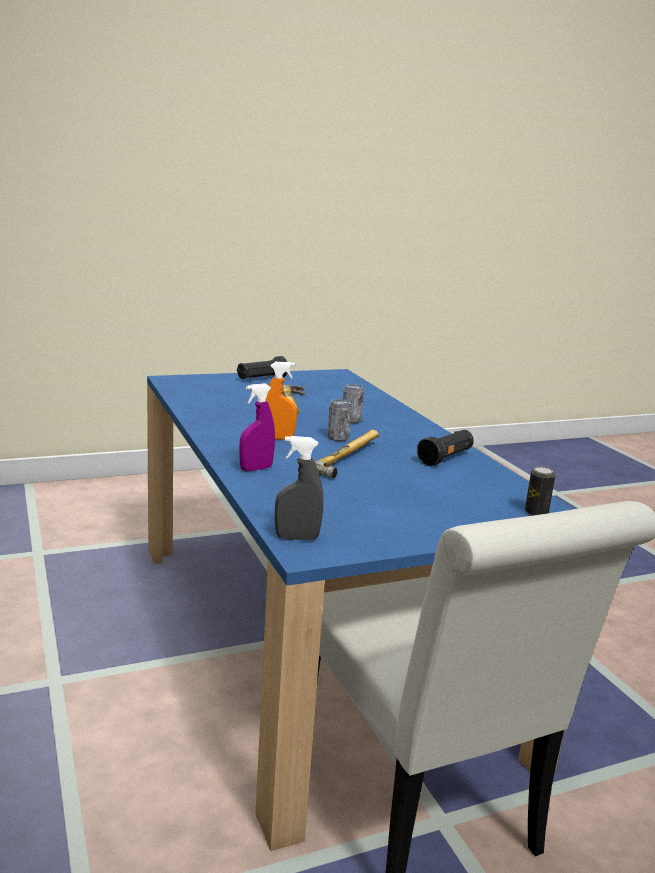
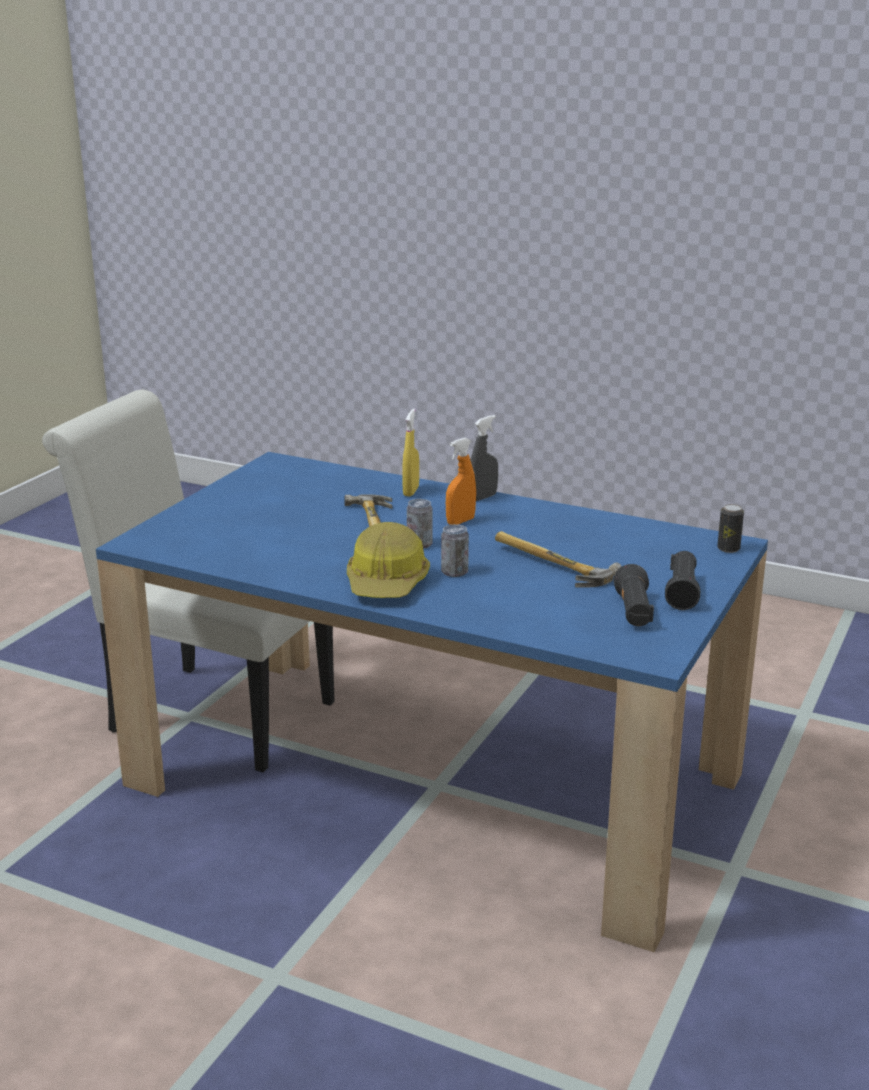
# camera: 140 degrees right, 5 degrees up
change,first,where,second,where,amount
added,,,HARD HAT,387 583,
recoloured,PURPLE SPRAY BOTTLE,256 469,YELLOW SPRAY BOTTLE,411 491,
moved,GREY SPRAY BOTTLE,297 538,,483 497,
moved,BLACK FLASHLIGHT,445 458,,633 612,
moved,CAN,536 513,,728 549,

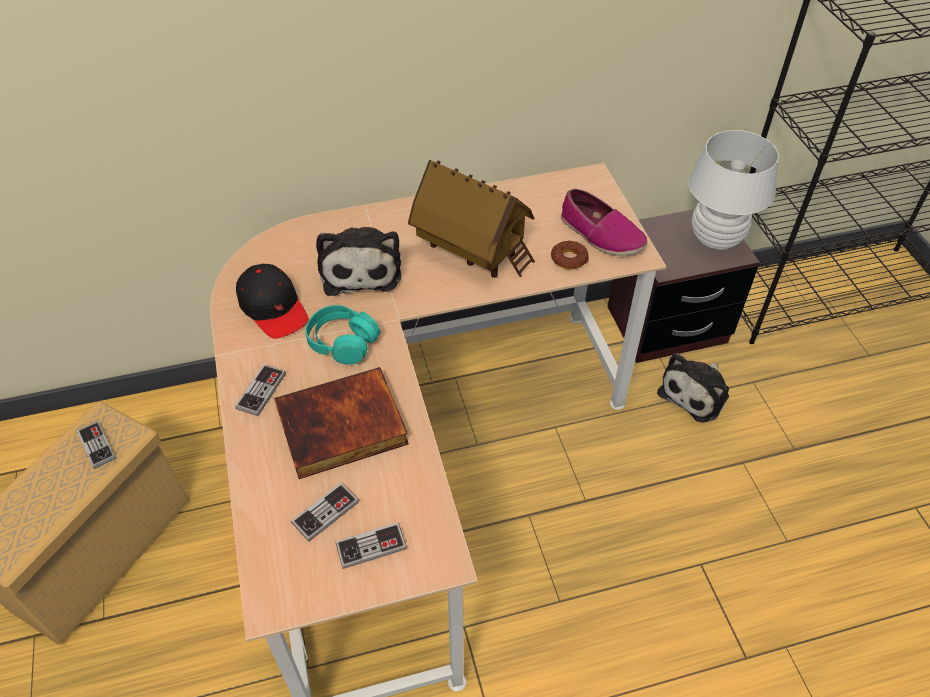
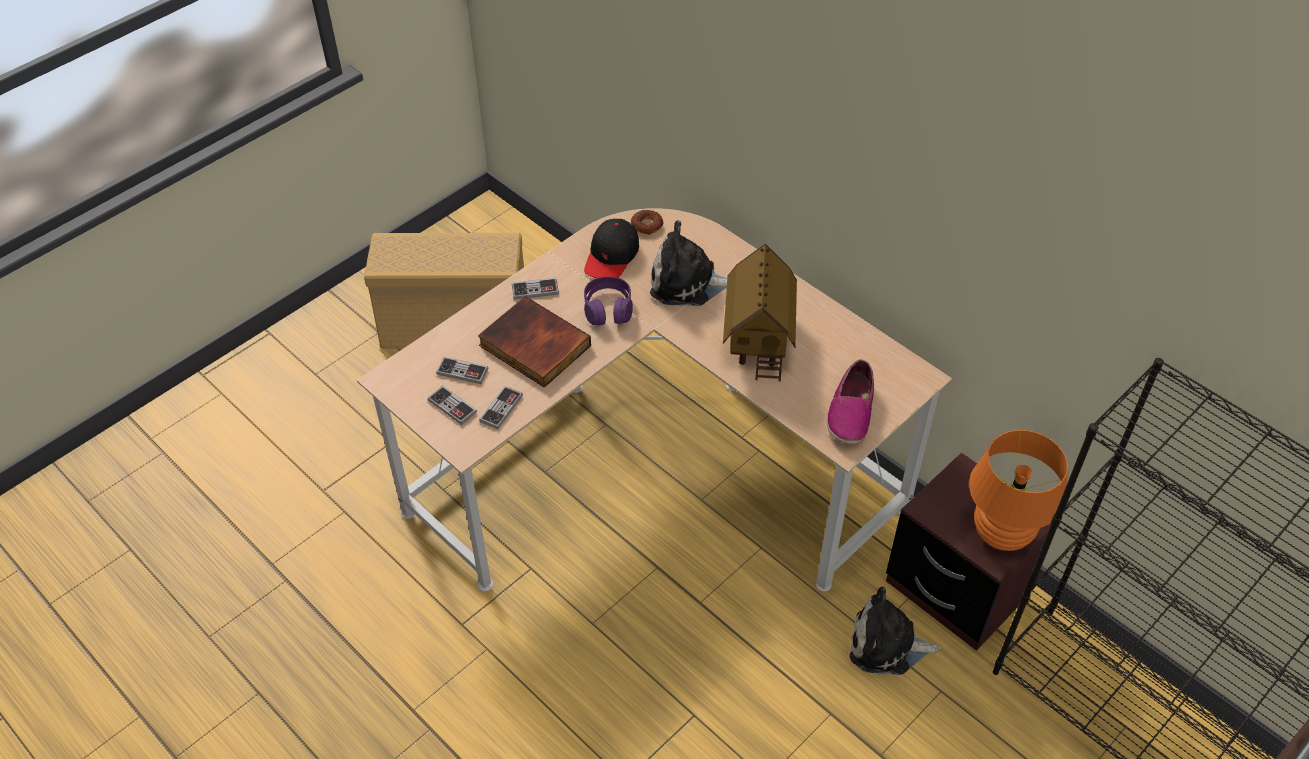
# camera: 60 degrees right, 0 degrees up
change,first,where,second,where,amount
moved,GAME CONTROLLER,96 445,,501 408,
recoloured,TURQUOISE HEADPHONES,342 342,PURPLE HEADPHONES,608 309,
moved,DONUT,569 259,,647 225,
turned,PLUSH TOY,361 268,,687 283,45 degrees clockwise
recoloured,WHITE TABLE LAMP,715 239,ORANGE TABLE LAMP,1002 534,

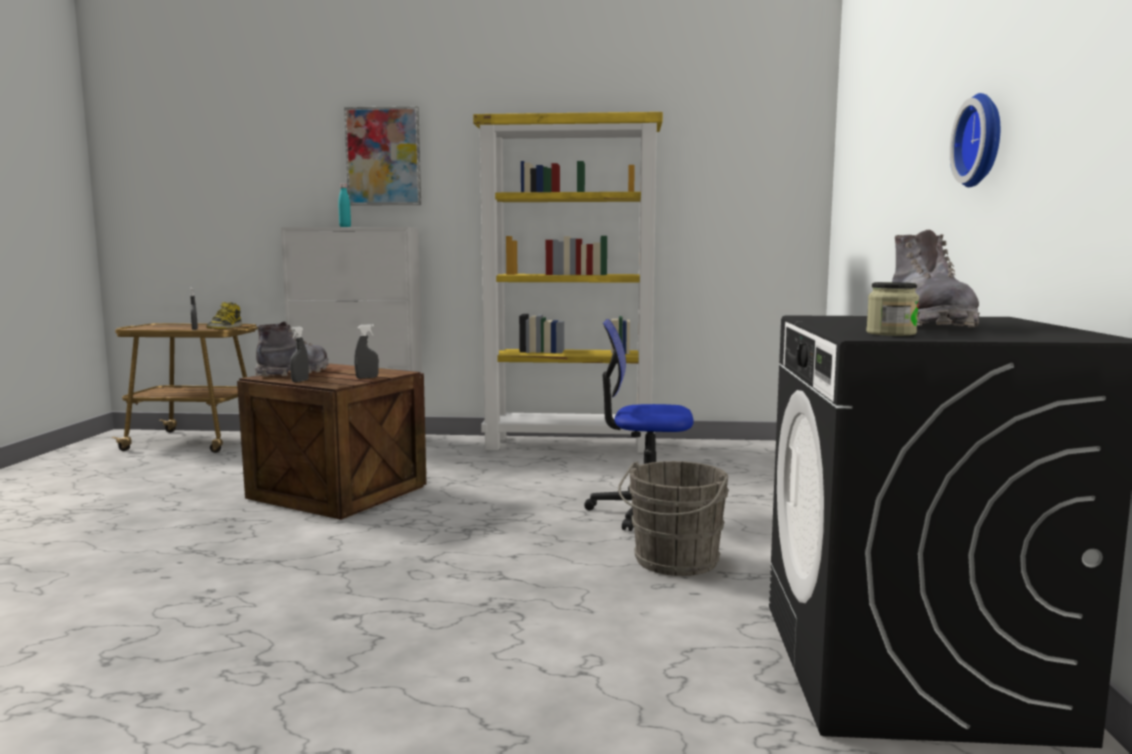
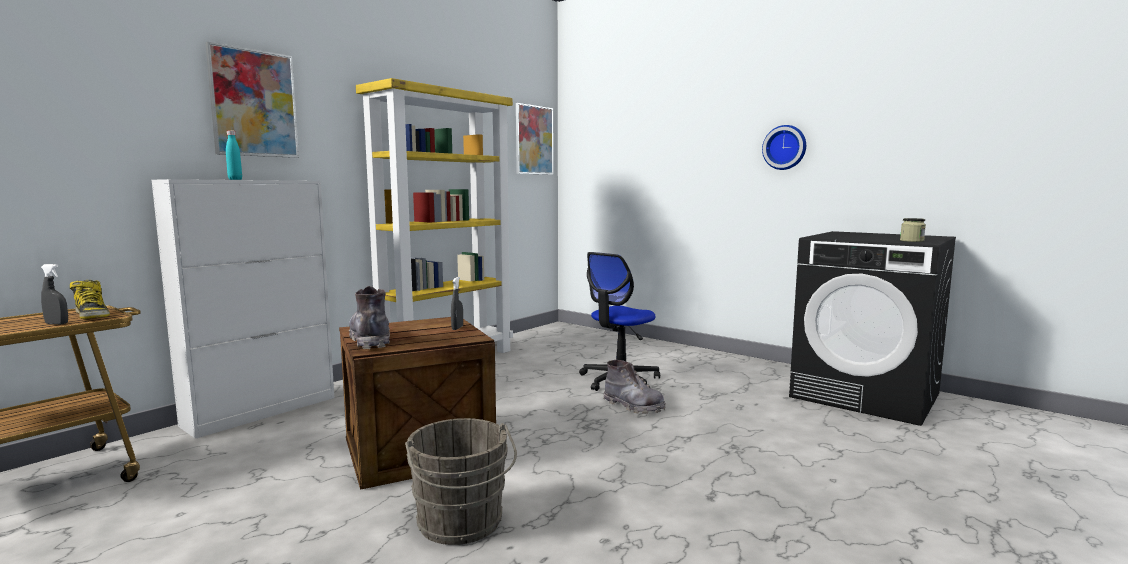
# camera: 55 degrees left, 0 degrees up
change,first,where,second,where,amount
moved,GREY BUCKET,674 562,,461 524,
added,,,PICTURE,534 140,
moved,GREY BOOT,927 325,,633 406,
removed,GREY SPRAY BOTTLE,300 381,,,

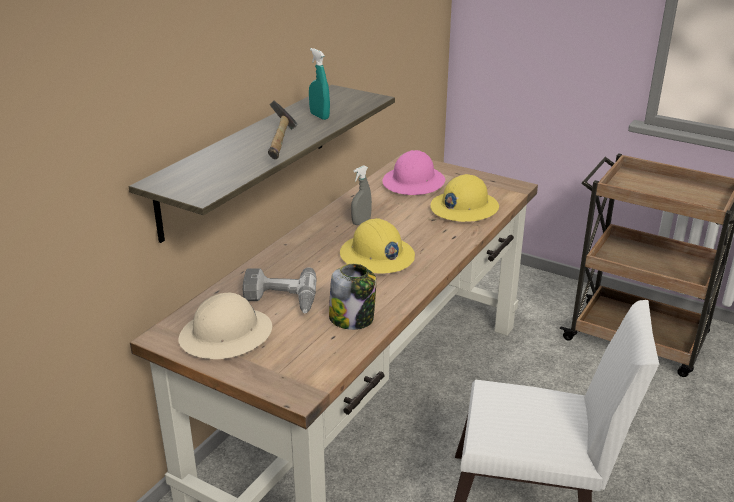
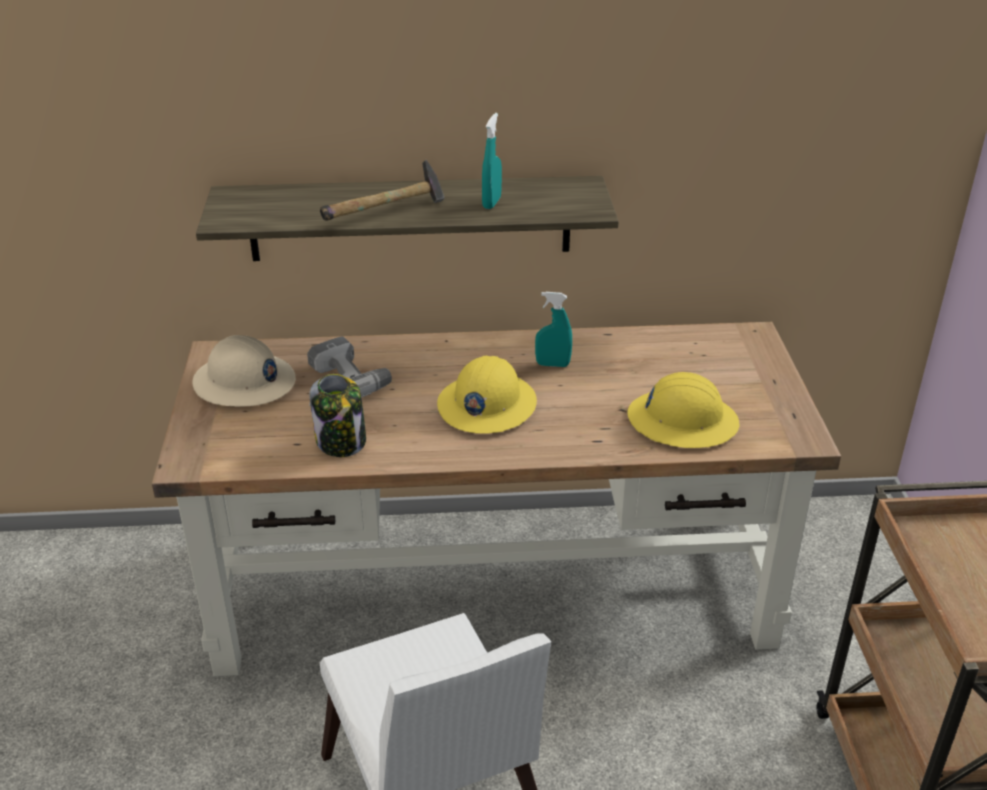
# camera: 55 degrees right, 5 degrees up
change,first,where,second,where,amount
recoloured,GREY SPRAY BOTTLE,361 221,TURQUOISE SPRAY BOTTLE,552 364,
removed,PINK HARD HAT,414 182,,,

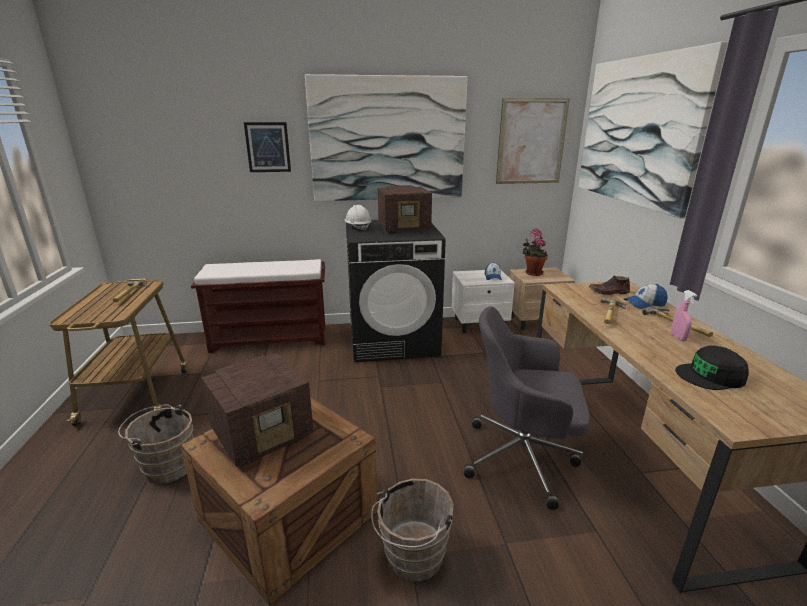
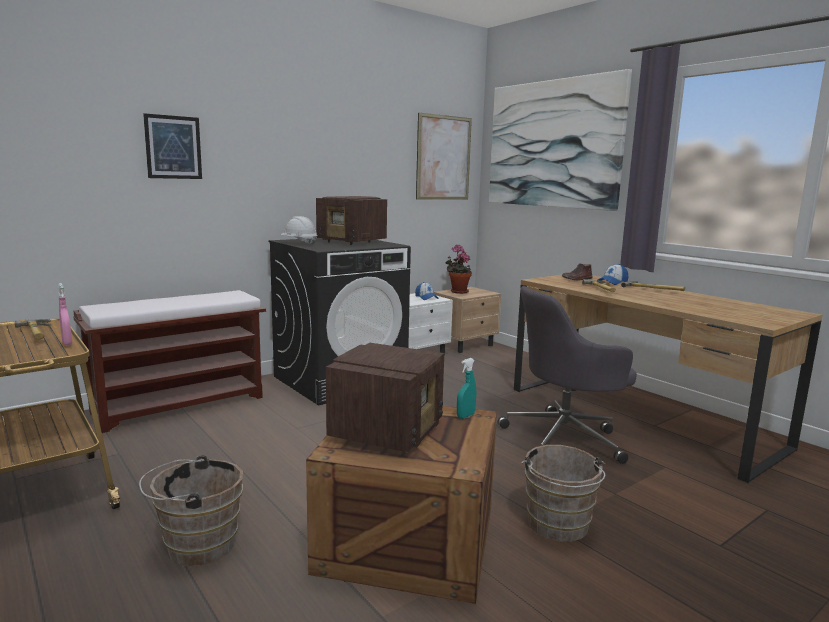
# camera: 30 degrees left, 10 degrees down
change,first,where,second,where,amount
moved,PINK SPRAY BOTTLE,678 337,,67 343,
turned,RADIO,405 228,,352 242,75 degrees clockwise
added,,,TURQUOISE SPRAY BOTTLE,465 416,
removed,PICTURE,388 140,,,
removed,BLACK CAP,710 376,,,

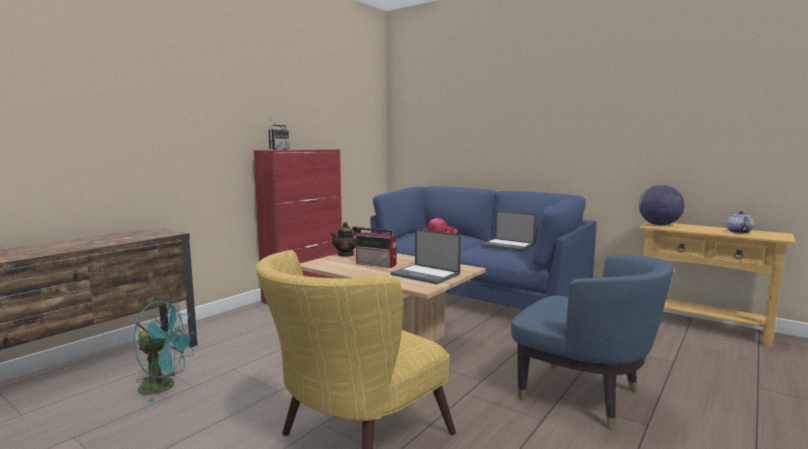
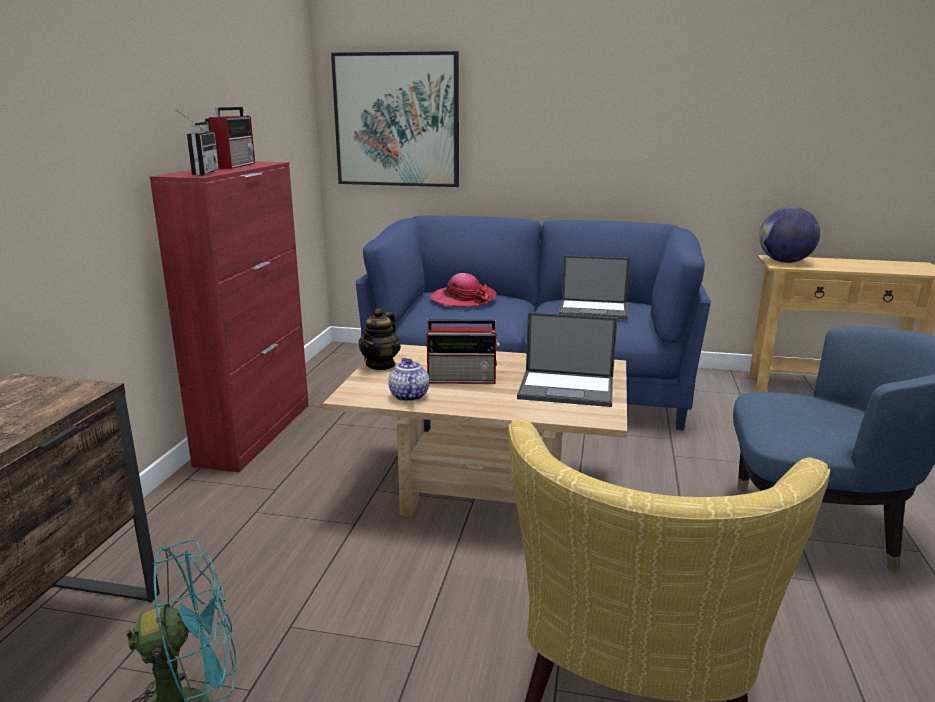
# camera: 25 degrees left, 10 degrees up
change,first,where,second,where,amount
added,,,RADIO,235 165,
added,,,PICTURE,397 120,
moved,TEAPOT,738 232,,408 396,

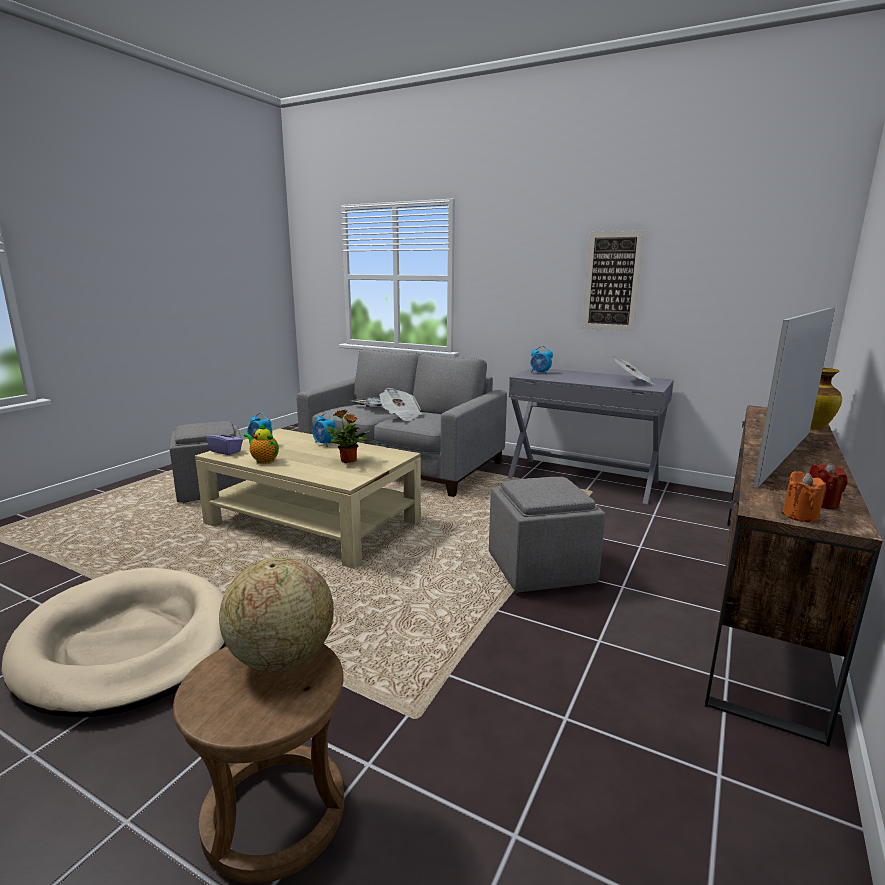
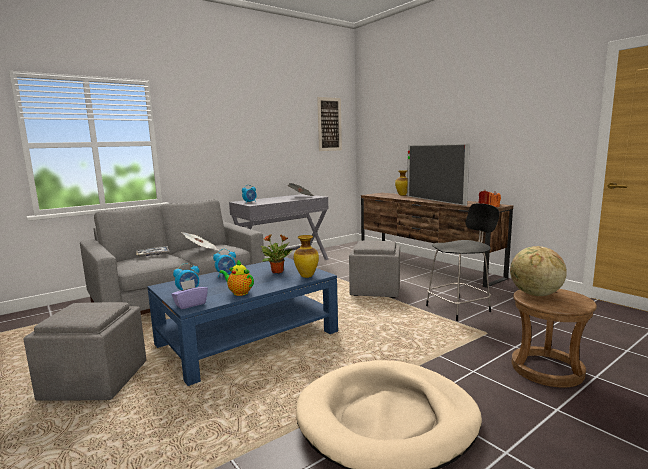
# camera: 65 degrees left, 5 degrees down
change,first,where,second,where,amount
recoloured,BEIGE COFFEE TABLE,314 522,BLUE COFFEE TABLE,248 338,
turned,TEAPOT,263 460,,239 293,60 degrees clockwise
added,,,VASE,306 276,
moved,PICTURE,611 281,,329 124,
added,,,BLACK STOOL,459 308,

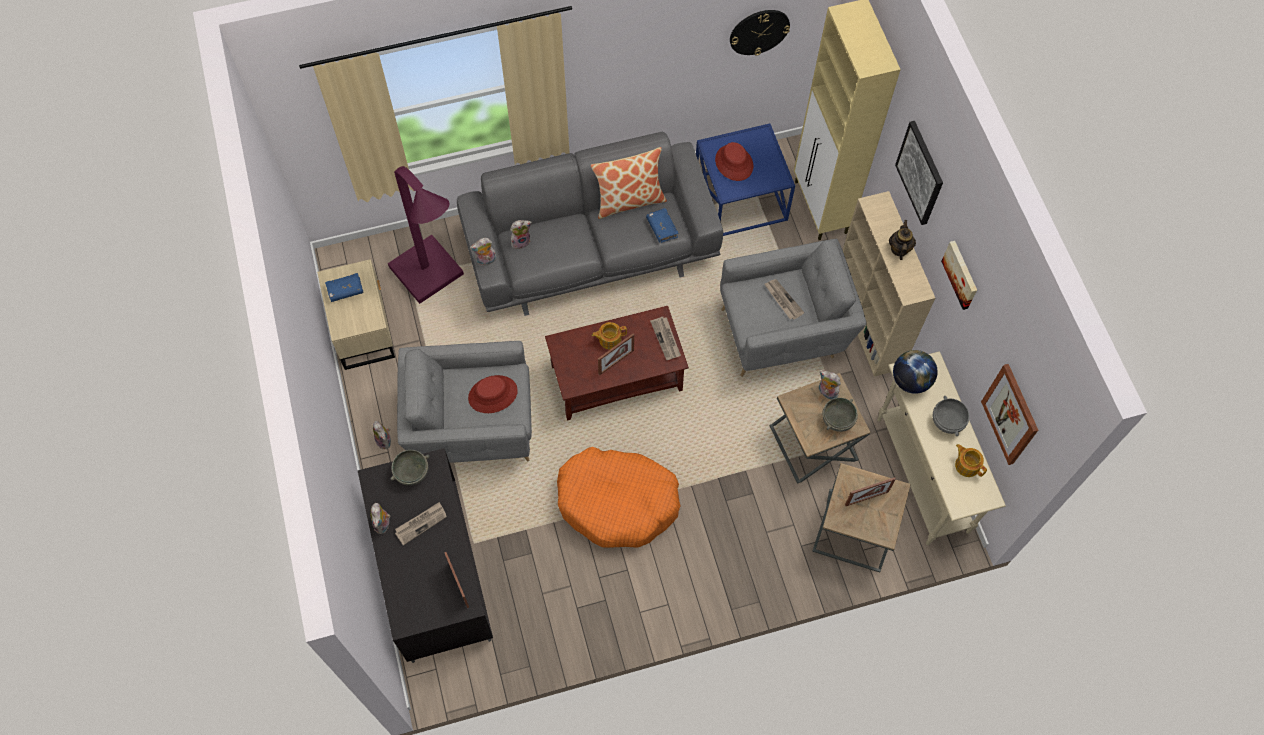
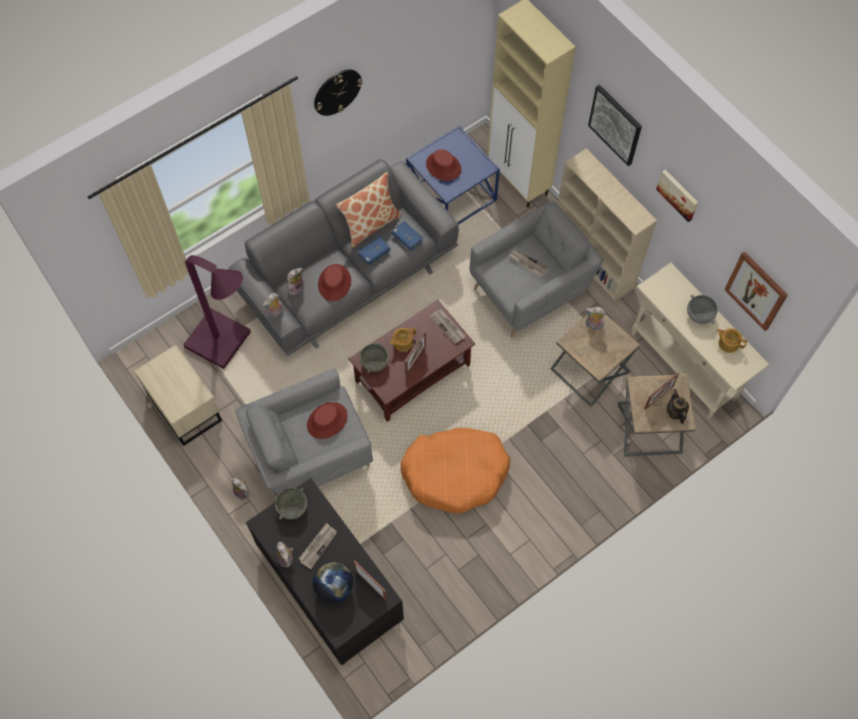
# camera: 20 degrees left, 0 degrees up
change,first,where,second,where,amount
moved,GLOBE,910 380,,334 587,
moved,WALL CLOCK,759 31,,337 92,
added,,,RED HAT,334 283,
moved,BLUE BOOK,345 290,,374 253,
moved,GREY BOWL,838 420,,375 363,
moved,TEAPOT,899 249,,675 412,

